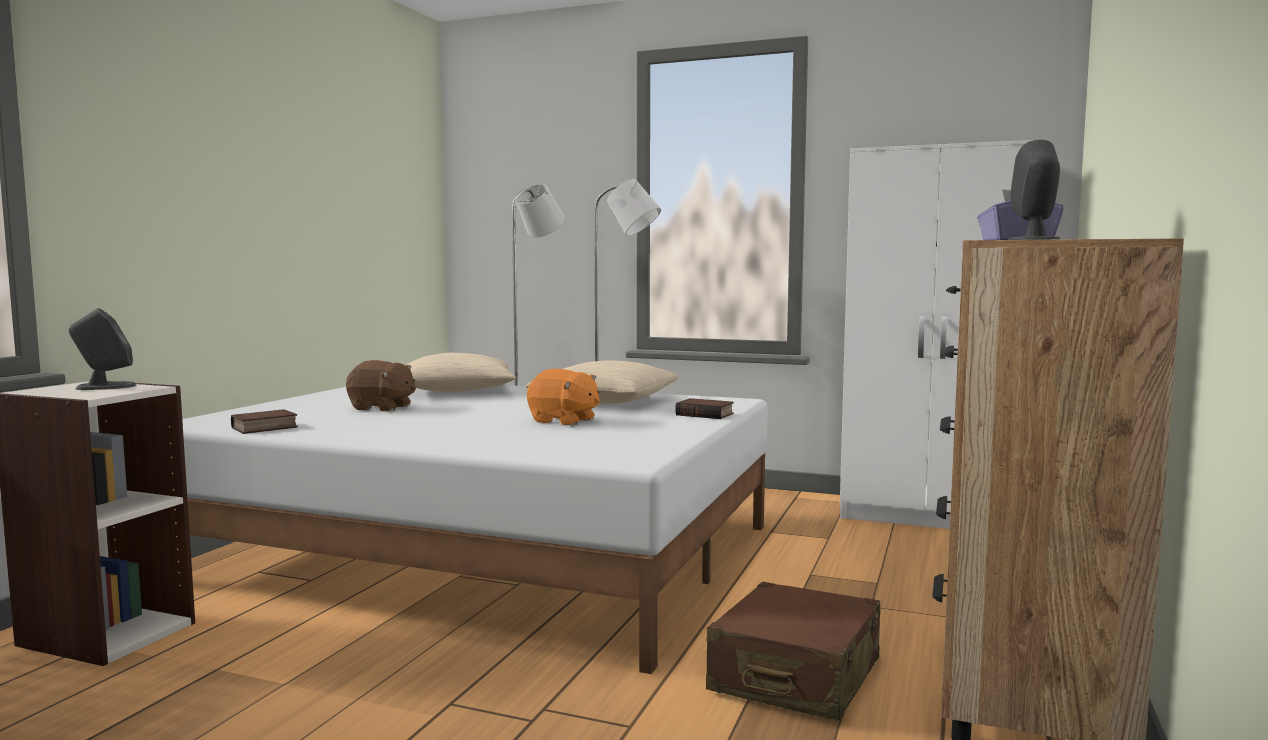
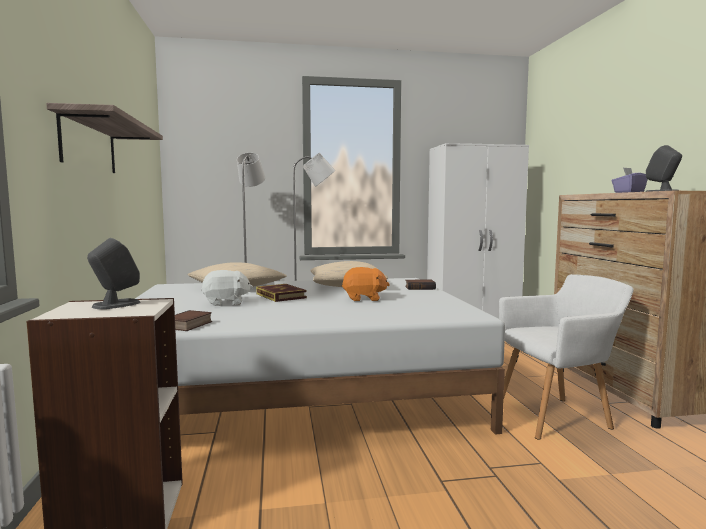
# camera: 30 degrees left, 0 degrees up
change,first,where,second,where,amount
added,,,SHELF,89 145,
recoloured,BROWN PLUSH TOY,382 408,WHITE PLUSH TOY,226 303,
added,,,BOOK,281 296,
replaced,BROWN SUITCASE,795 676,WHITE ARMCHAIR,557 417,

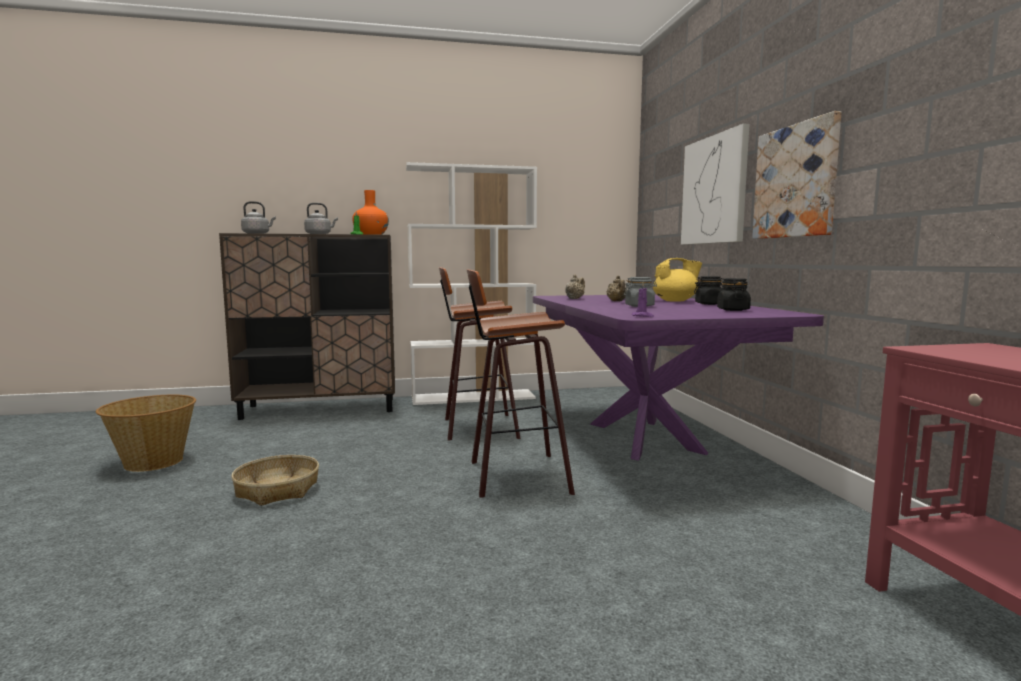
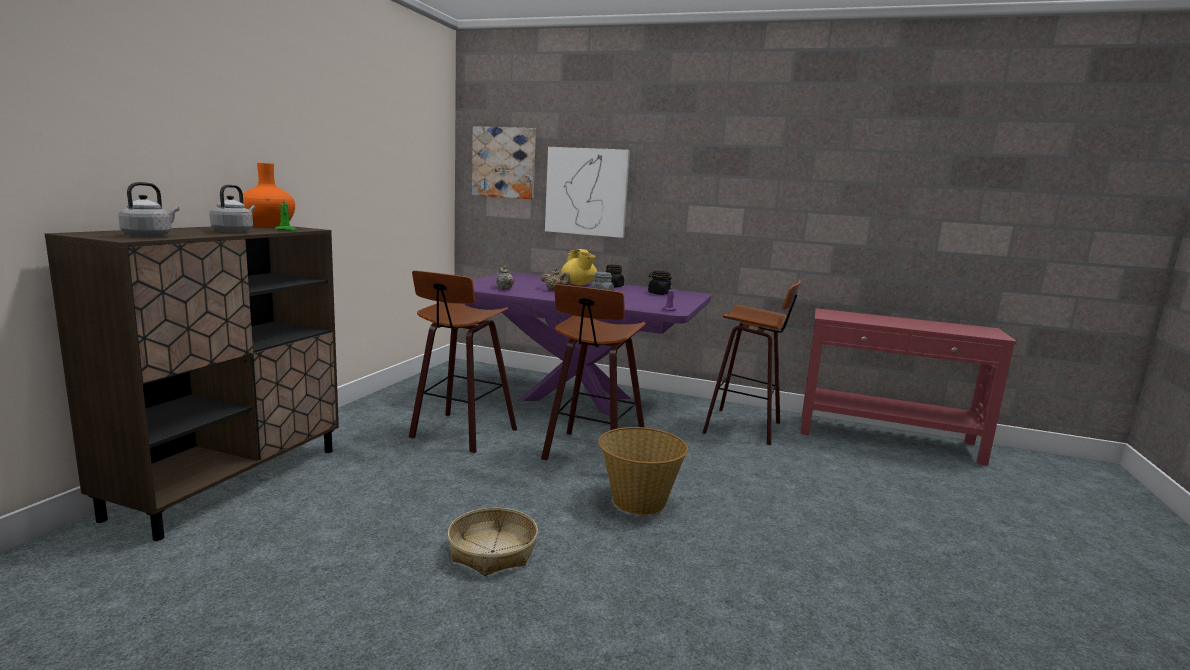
# camera: 60 degrees left, 5 degrees up
change,first,where,second,where,amount
moved,PICTURE,796 181,,504 162,
turned,YELLOW TEAPOT,676 301,,578 284,135 degrees clockwise
moved,BASKET,153 462,,638 502,
added,,,STOOL,745 427,
removed,WHITE BOOKCASE,473 397,,,

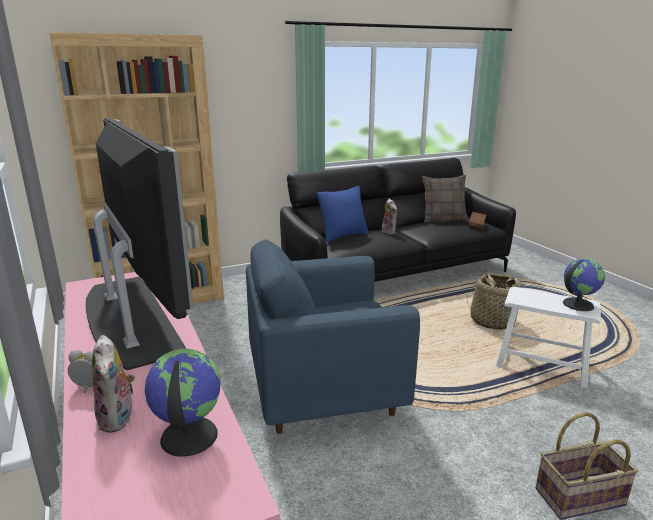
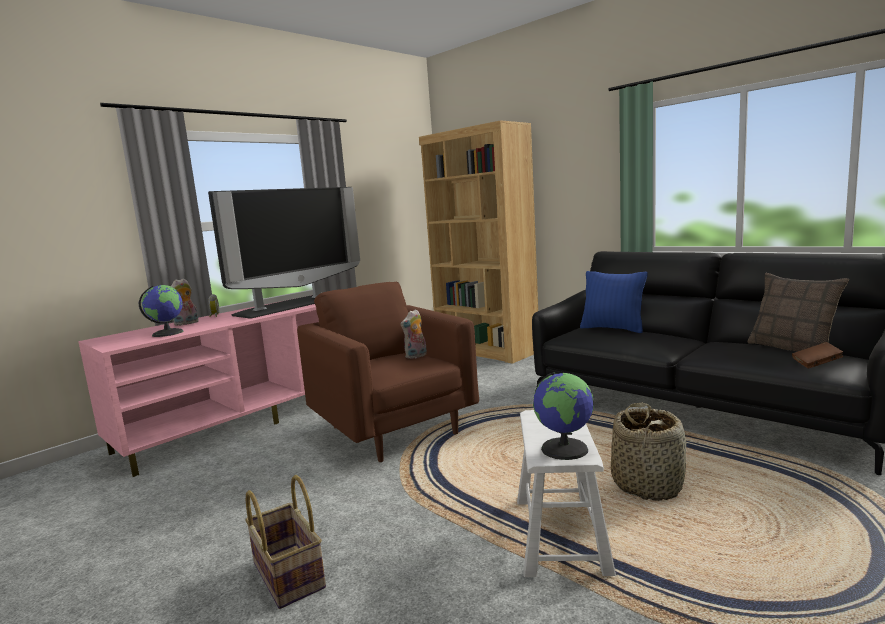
# camera: 70 degrees right, 10 degrees down
change,first,where,second,where,amount
recoloured,BLUE ARMCHAIR,325 394,BROWN ARMCHAIR,394 430,
moved,PLUSH TOY,390 232,,416 356,

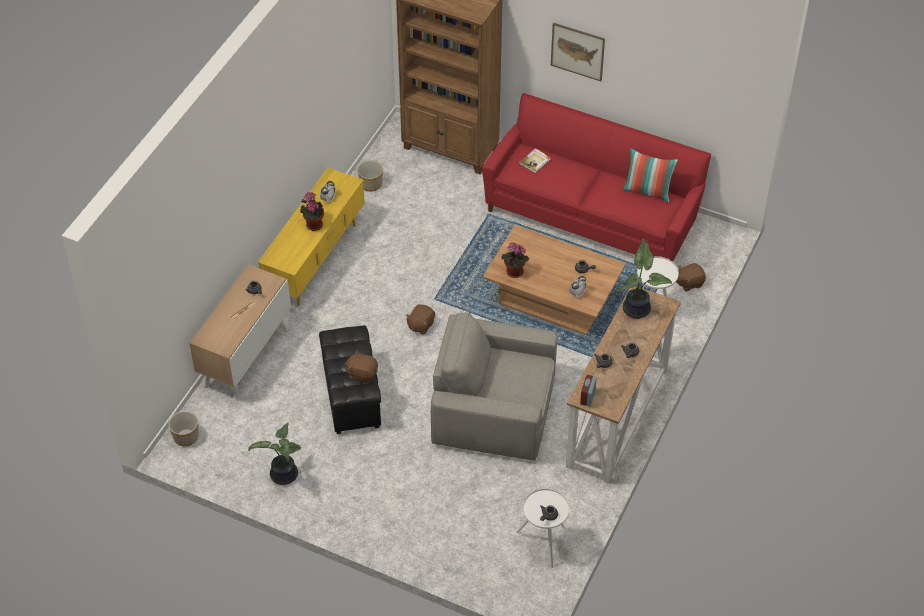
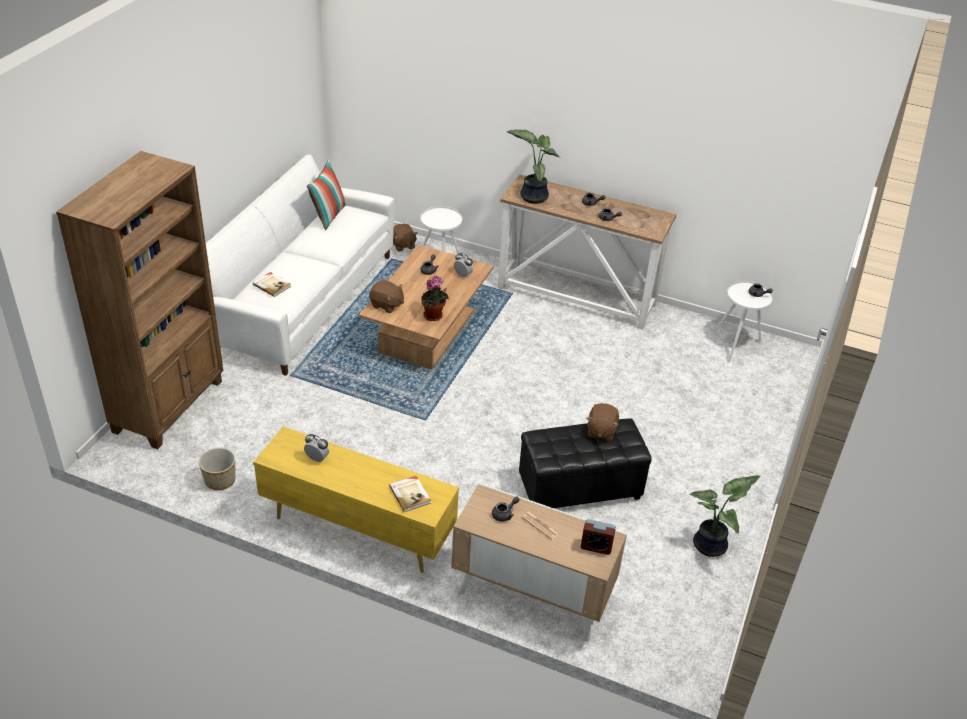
# camera: 95 degrees left, 10 degrees down
change,first,where,second,where,amount
recoloured,RED SOFA,593 213,WHITE SOFA,300 299,
moved,BROWN PLUSH TOY,420 325,,386 305,
added,,,BOOK,410 494,
moved,ALARM CLOCK,587 397,,596 547,
removed,PLANTER,185 437,,,
removed,POTTED PLANT,313 224,,,
removed,GREY ARMCHAIR,494 410,,,
removed,PICTURE,577 51,,,

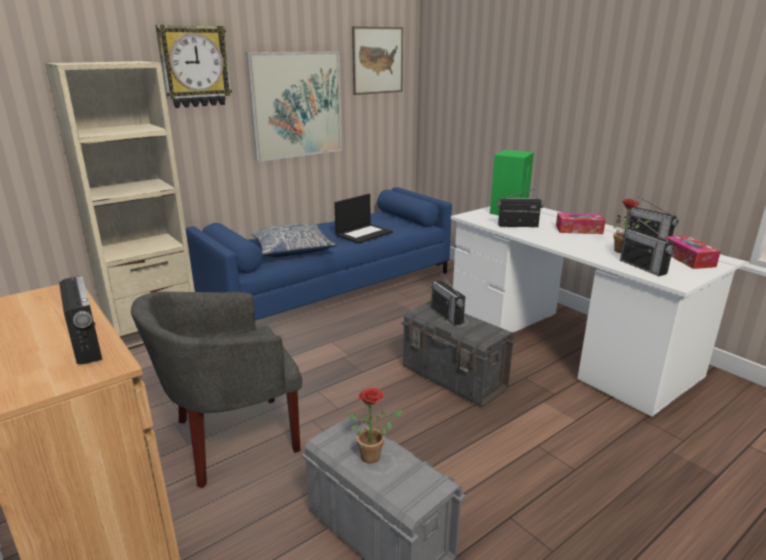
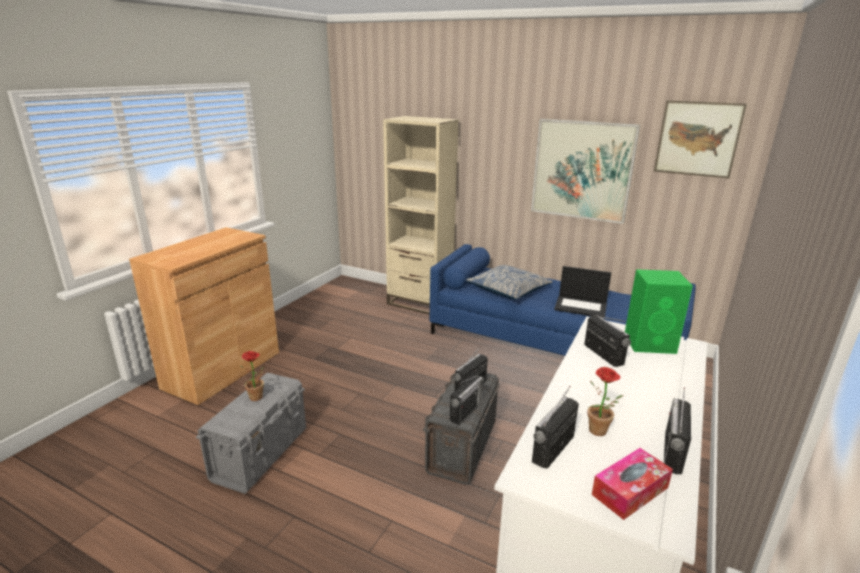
# camera: 65 degrees right, 0 degrees up
change,first,where,second,where,amount
moved,RADIO,86 344,,465 411,
removed,GREY ARMCHAIR,231 439,,,
removed,WALL CLOCK,194 67,,,
removed,TISSUE BOX,579 230,,,

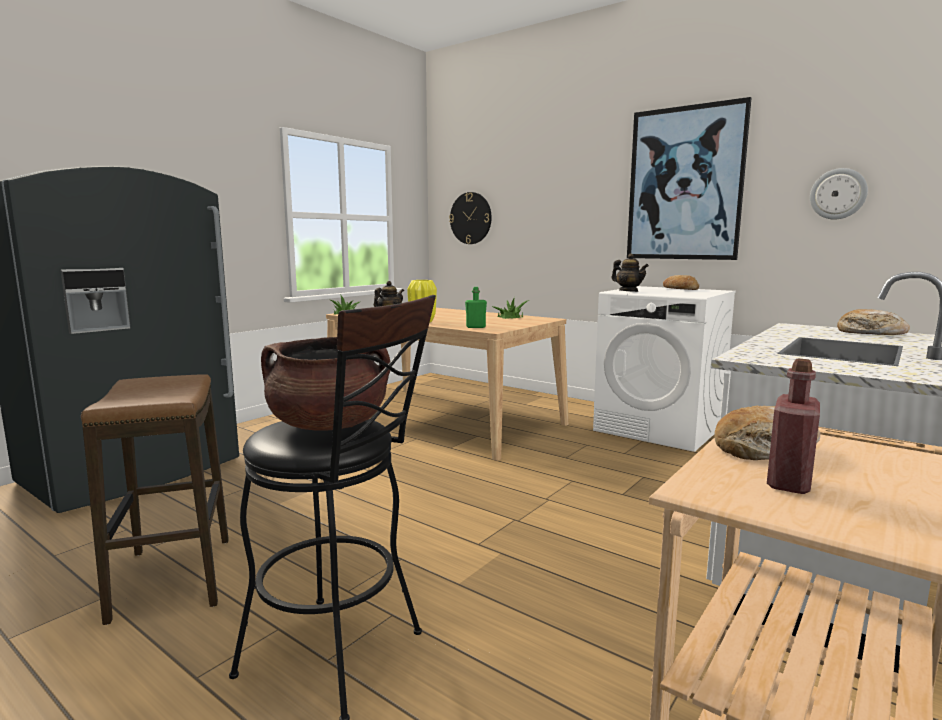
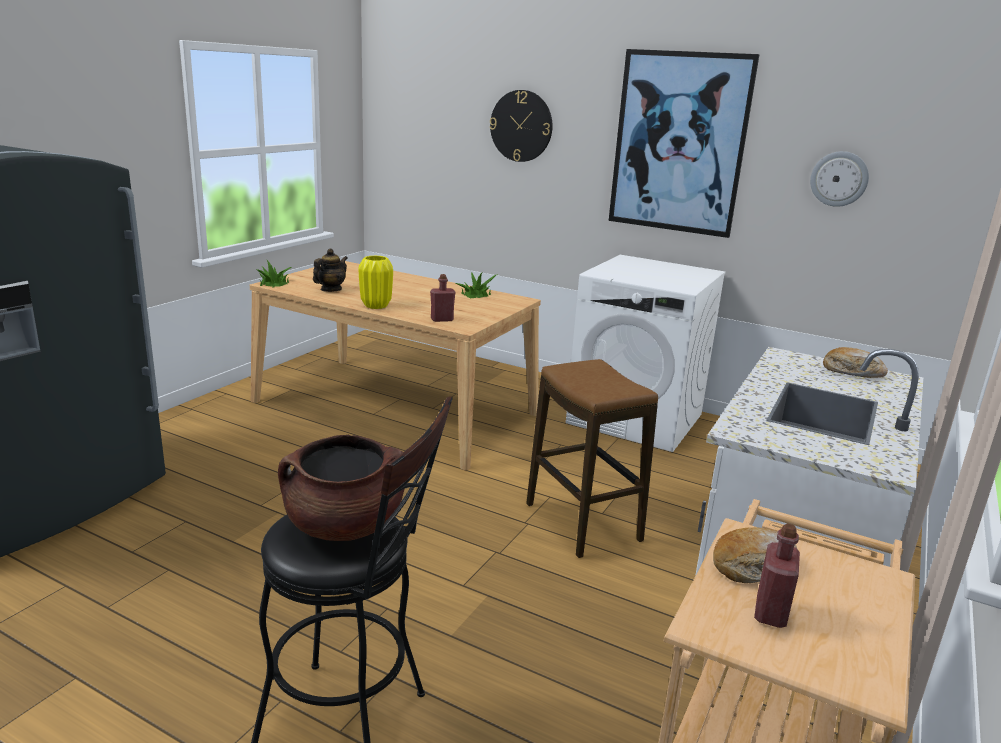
# camera: 10 degrees left, 10 degrees up
change,first,where,second,where,amount
recoloured,GREEN BOTTLE,475 327,RED BOTTLE,442 319,
moved,WALL CLOCK,470 218,,521 126,
moved,STOOL,173 578,,583 522,
removed,TEAPOT,628 291,,,
removed,BREAD,680 289,,,

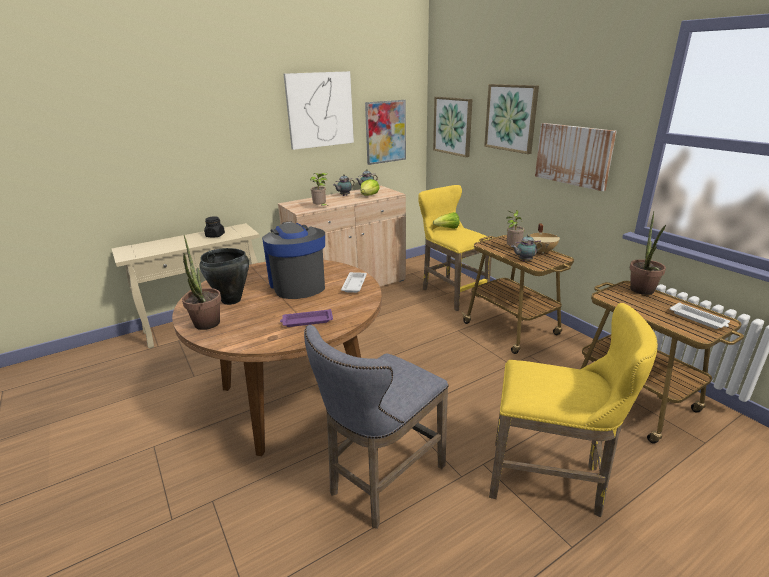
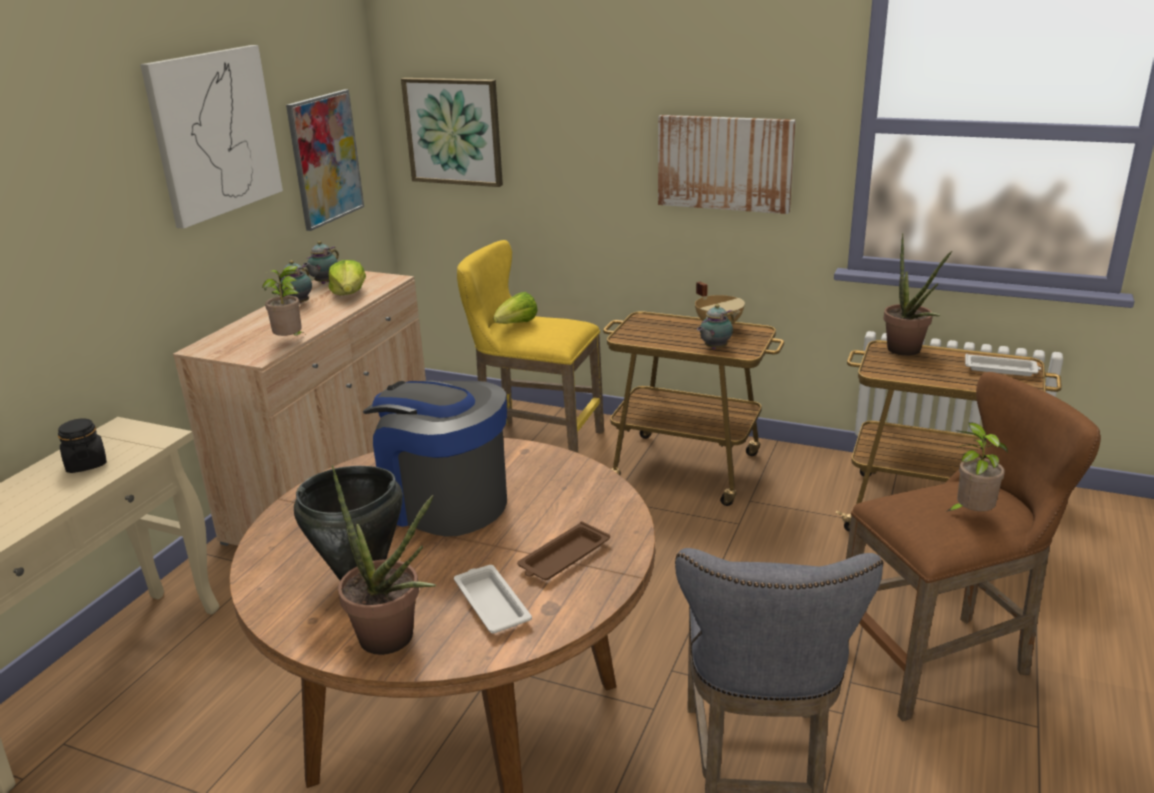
# camera: 35 degrees left, 0 degrees up
change,first,where,second,where,amount
moved,WHITE TRAY,354 284,,491 603,
recoloured,PURPLE TRAY,306 321,BROWN TRAY,563 558,
recoloured,YELLOW STOOL,551 481,BROWN STOOL,942 660,
moved,POTTED PLANT,512 249,,970 514,
removed,PICTURE,511 118,,,

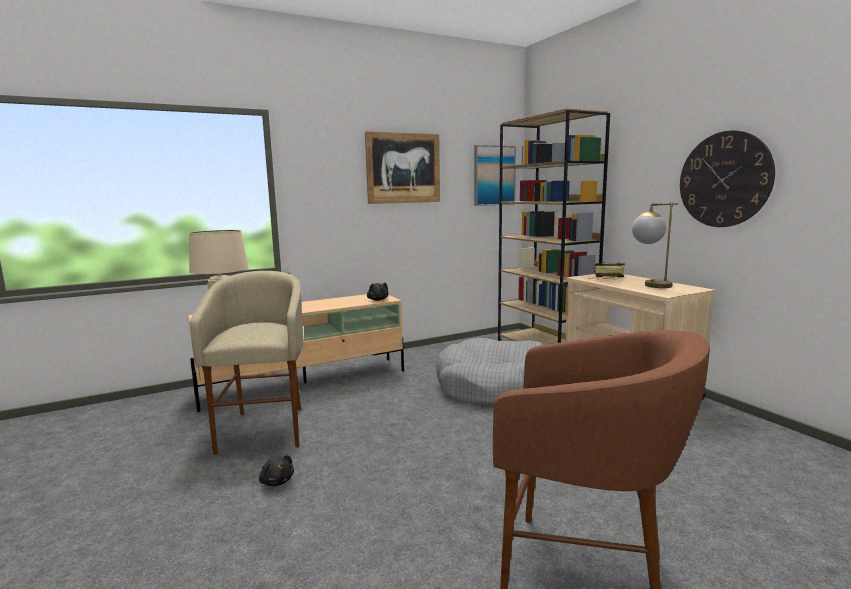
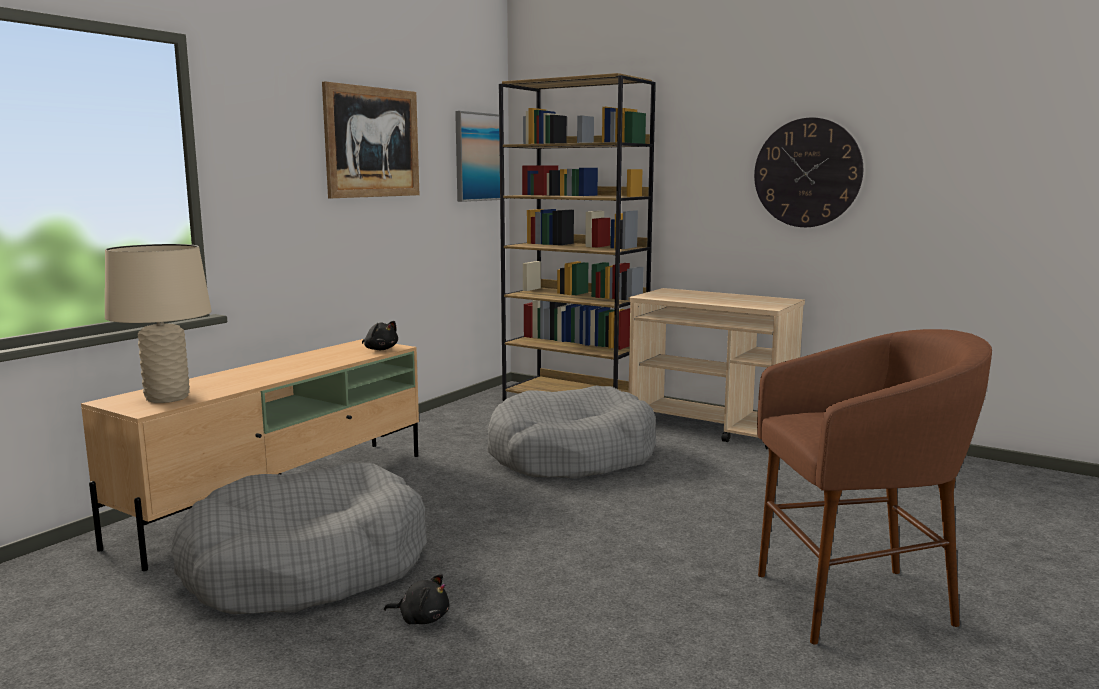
# camera: 30 degrees left, 0 degrees up
change,first,where,second,where,amount
replaced,BEIGE STOOL,264 429,GREY DOG BED,306 566,
removed,BOOK,604 278,,,
removed,TABLE LAMP,650 286,,,

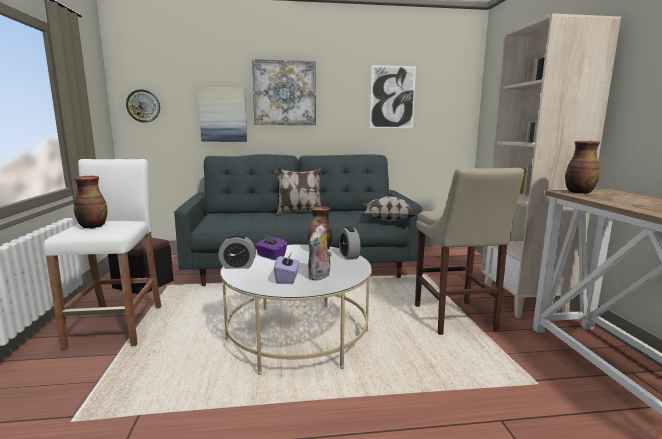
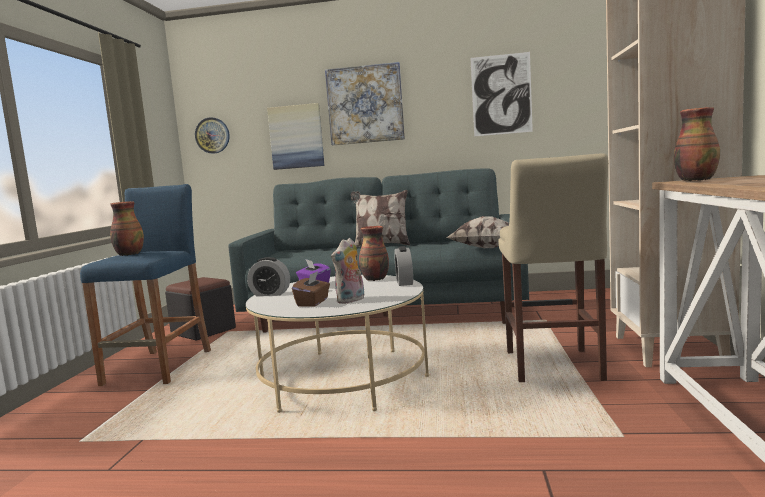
# camera: 15 degrees right, 5 degrees down
change,first,where,second,where,amount
recoloured,WHITE STOOL,117 326,BLUE STOOL,159 367,
recoloured,PURPLE TISSUE BOX,287 278,BROWN TISSUE BOX,313 303,

